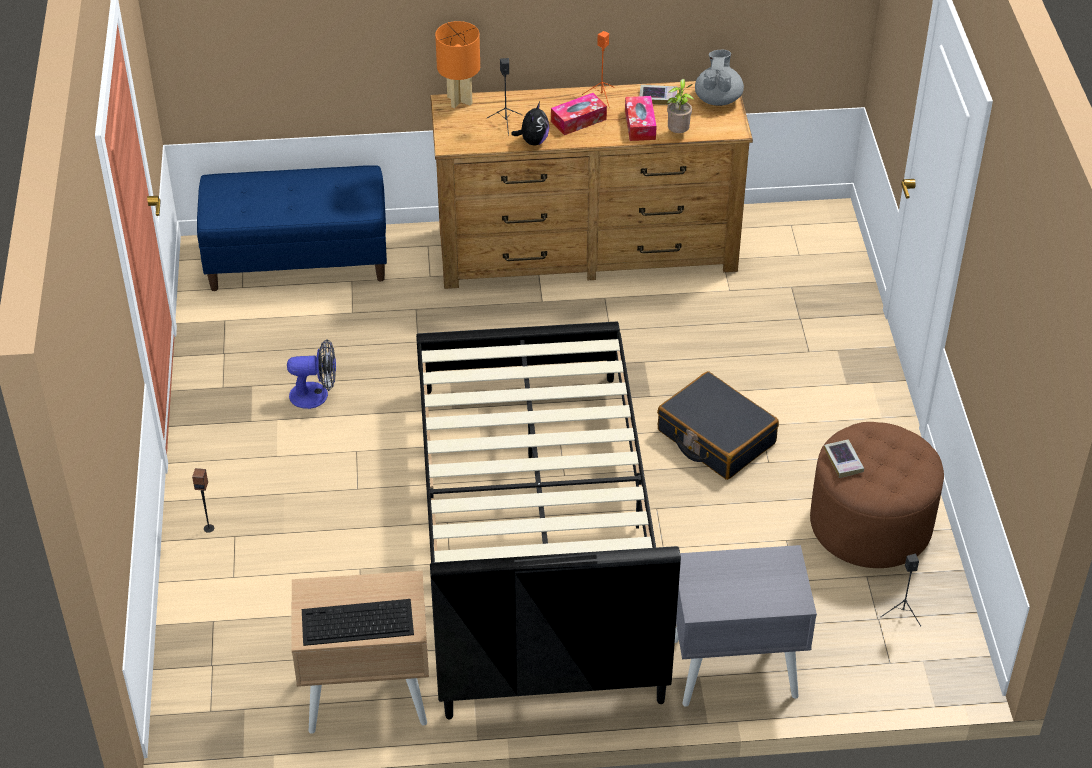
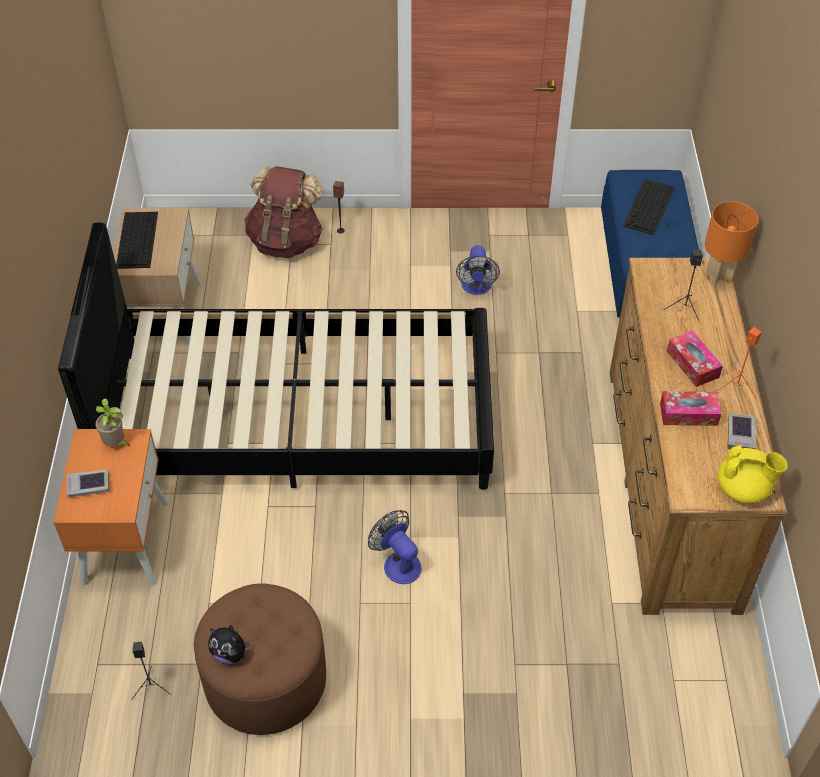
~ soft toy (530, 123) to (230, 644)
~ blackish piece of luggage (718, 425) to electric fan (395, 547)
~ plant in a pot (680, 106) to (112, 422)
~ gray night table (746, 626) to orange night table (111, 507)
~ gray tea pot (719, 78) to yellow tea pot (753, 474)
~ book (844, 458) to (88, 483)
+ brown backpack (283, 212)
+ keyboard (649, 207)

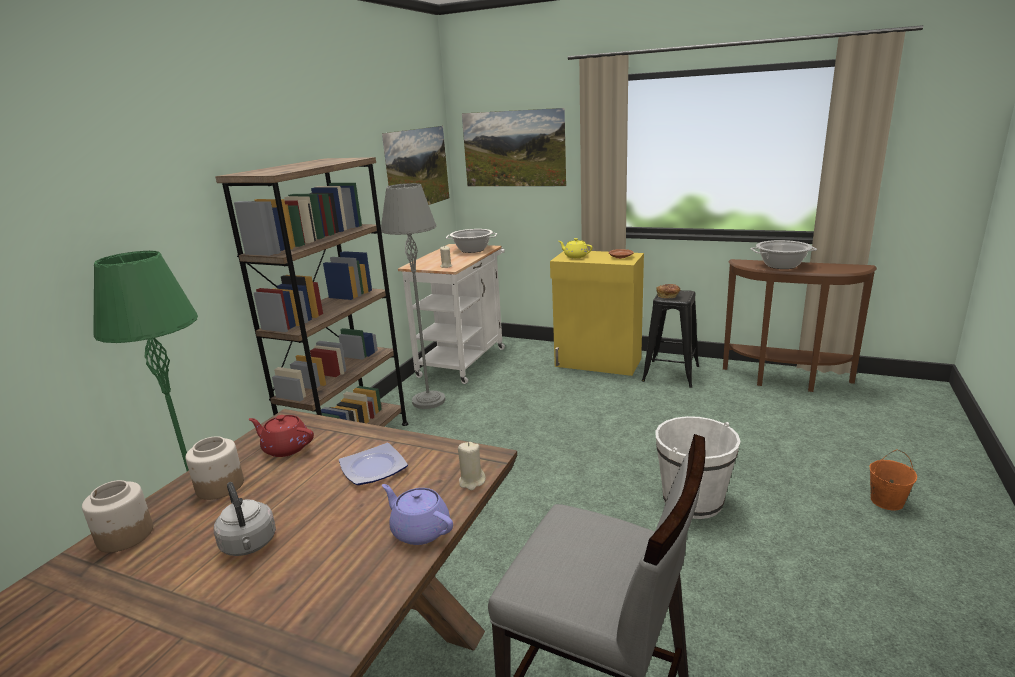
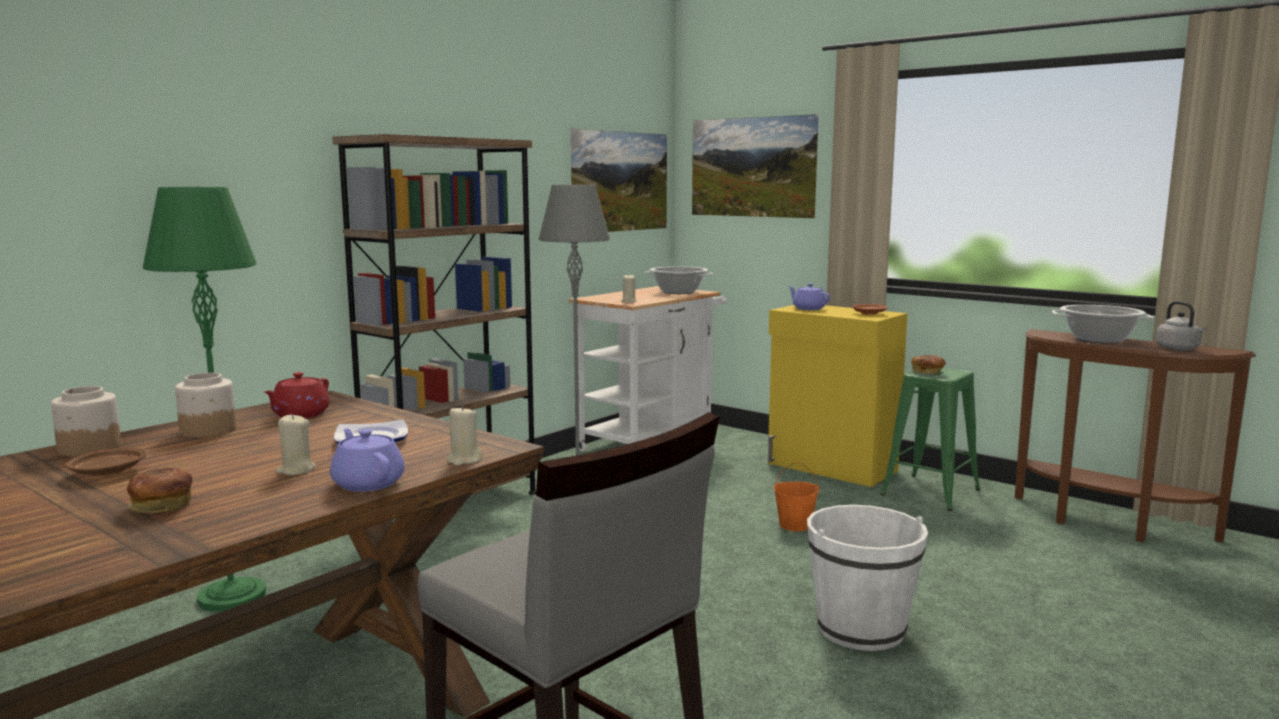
~ gray kettle (245, 519) to (1181, 326)
~ red-coloured tea pot (281, 436) = (297, 395) 105 degrees counterclockwise
~ yellow tea pot (575, 248) to purplish tea pot (809, 296)
~ blackish stool seat (670, 339) to green stool seat (931, 439)
~ orange bucket (893, 479) to (797, 496)
+ brown dinner plate (105, 462)
+ bread (159, 490)
+ beige-coloured candle (296, 444)

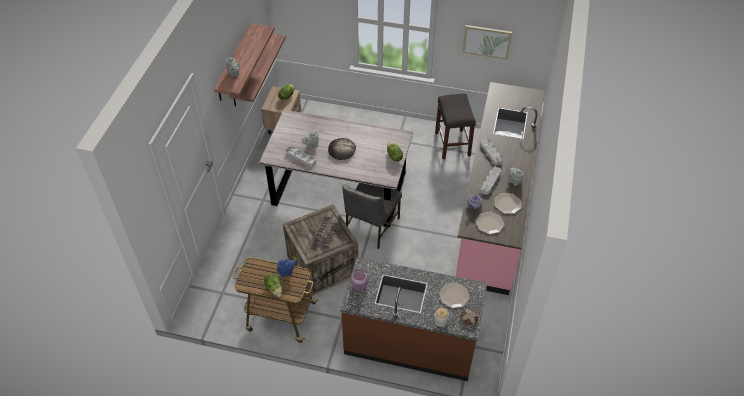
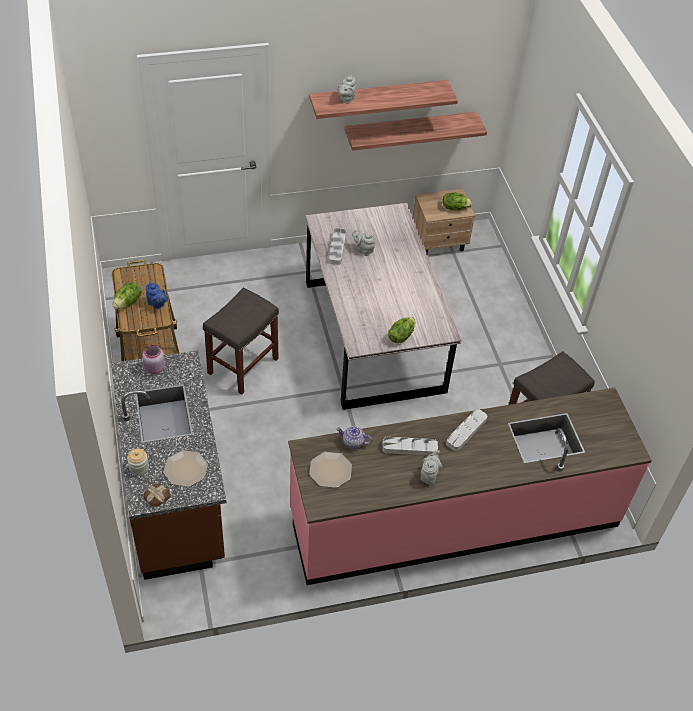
~ crate (320, 250) to gray stool seat (241, 341)
- bread (342, 149)
- gray plain chair (372, 216)
- wall art (487, 42)
- dinner plate (508, 203)

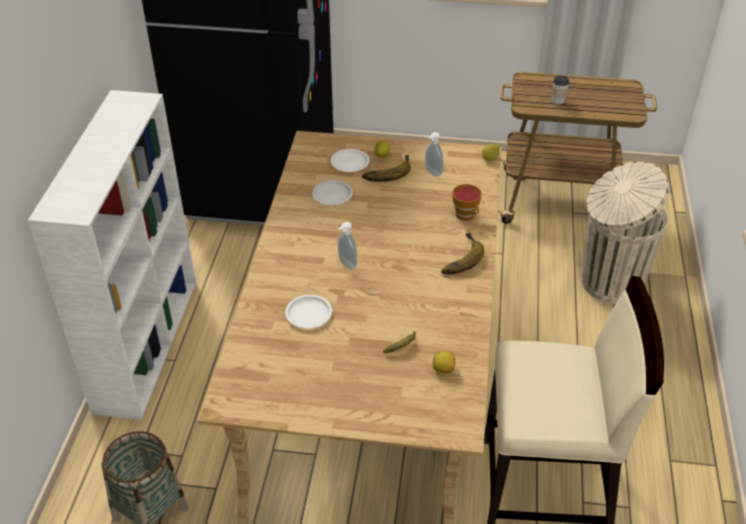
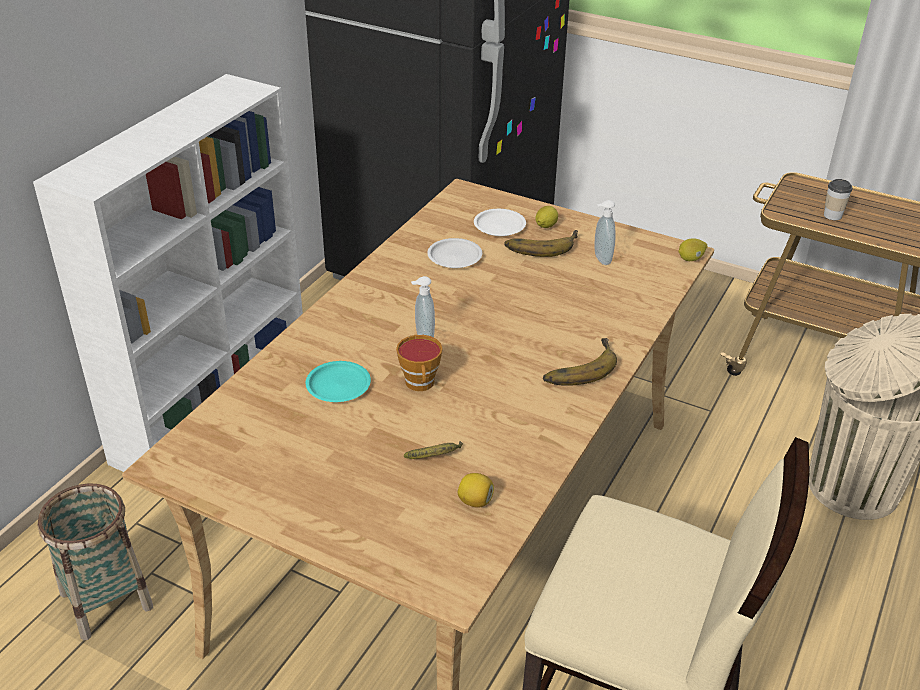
~ whitish dinner plate (308, 311) to turquoise-coloured dinner plate (338, 381)
~ small cup (467, 202) to (419, 363)

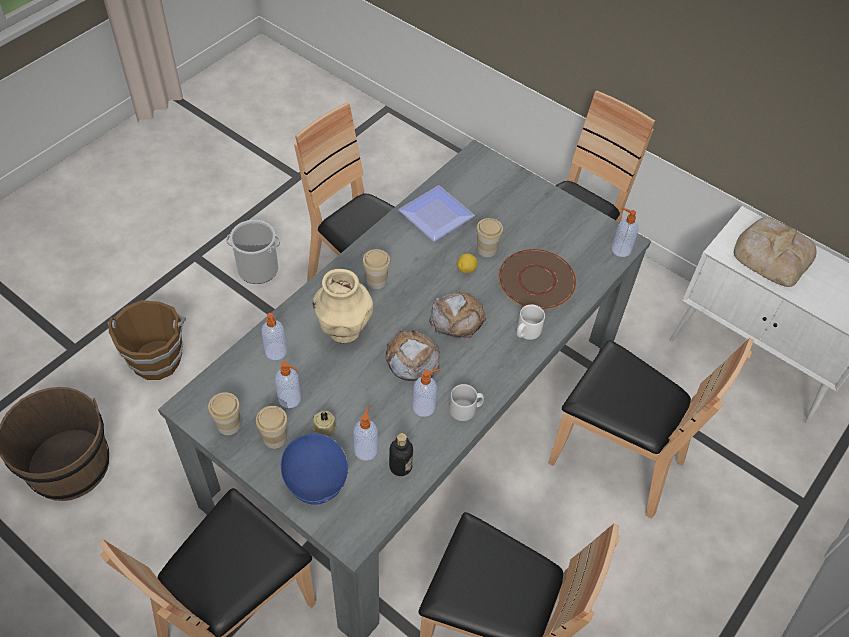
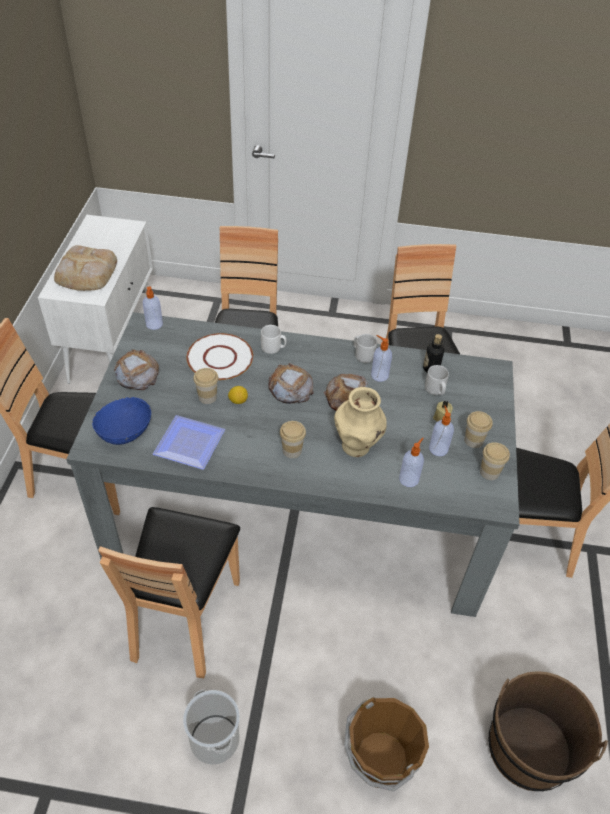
~ blue bowl (315, 469) to (121, 421)
~ soap dispenser (365, 432) to gray coffee mug (437, 380)
~ brown dinner plate (537, 279) to whitish dinner plate (219, 356)
+ bread (136, 369)

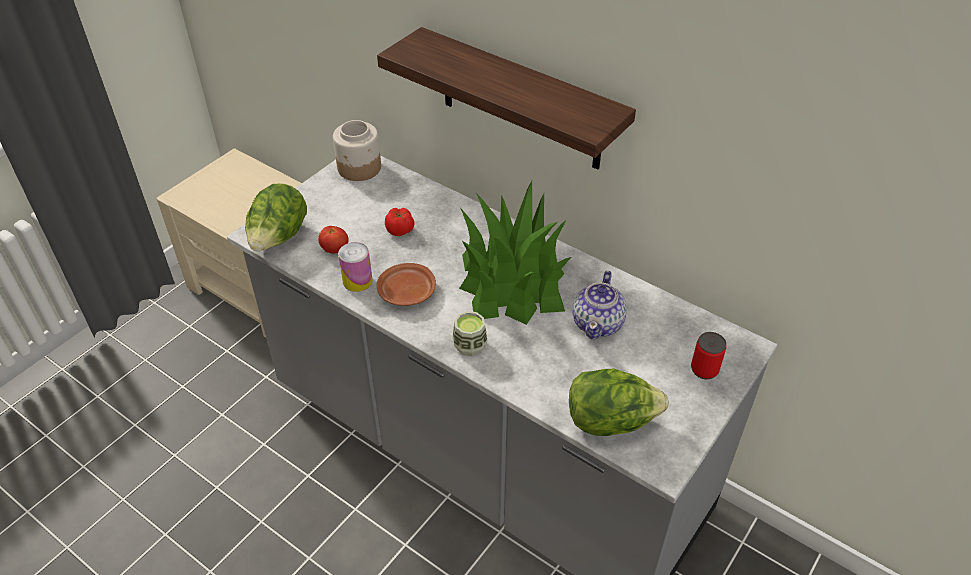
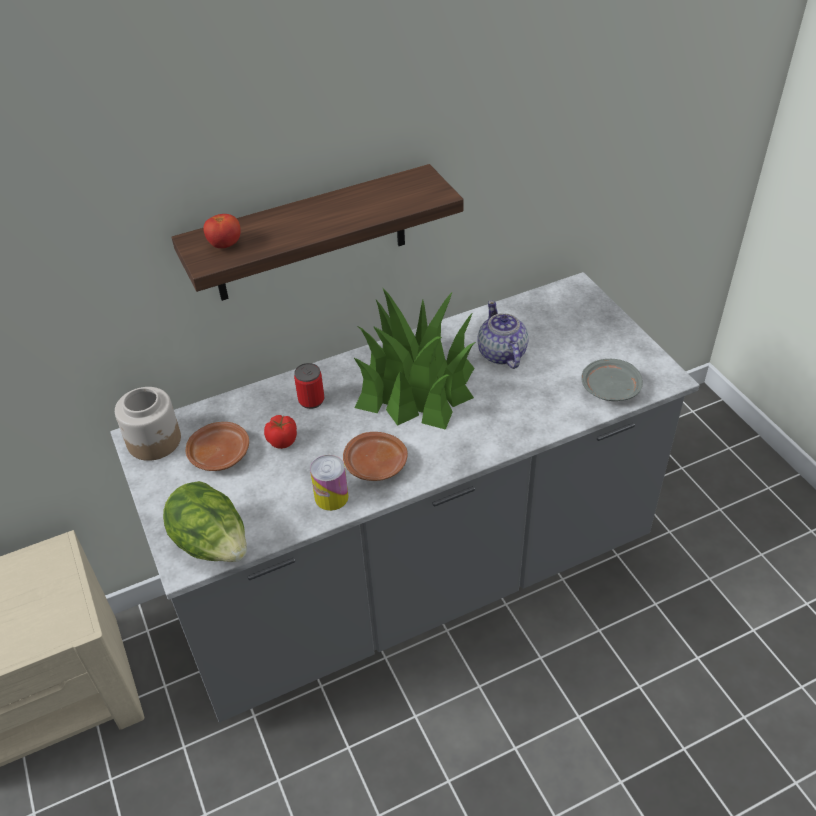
~ fresh tomato (333, 240) to (222, 231)
- small cup (470, 333)
~ lettuce (619, 402) to gray dinner plate (612, 380)
~ tea pot (599, 305) = (503, 334) 150 degrees counterclockwise
~ can (708, 355) to (309, 386)
+ brown dinner plate (217, 446)

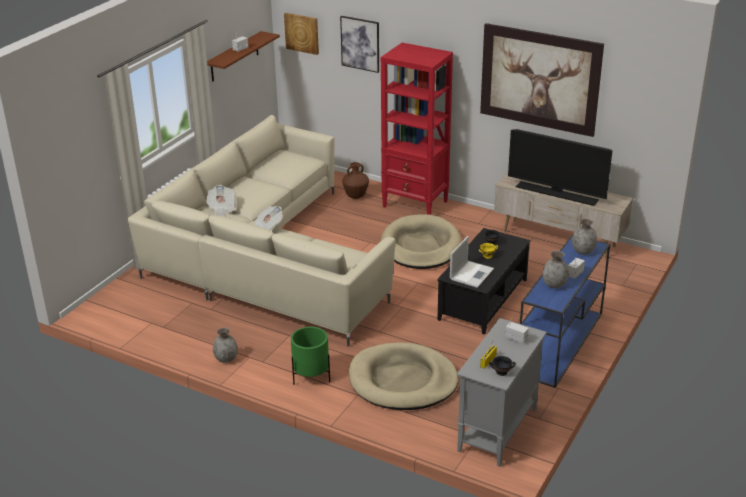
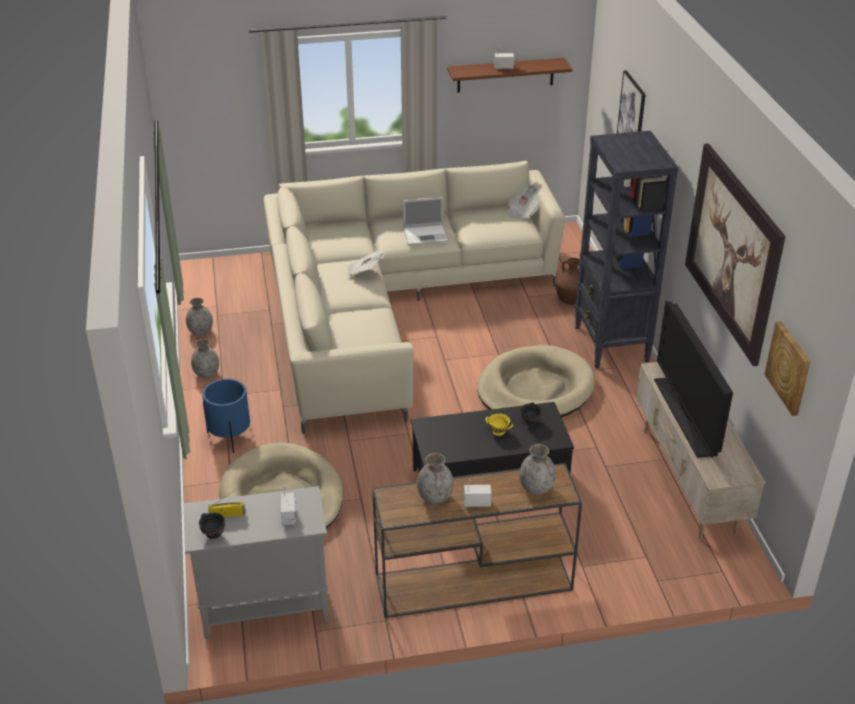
~ newspaper (221, 200) to (523, 202)
~ wall art (301, 34) to (788, 368)
~ green planter (310, 356) to blue planter (226, 416)
~ red-coloured bookshelf (416, 129) to blackish bookshelf (626, 249)
~ portable computer (472, 262) to (426, 221)
~ blue console table (565, 311) to brown console table (477, 540)
+ gray vase (199, 317)

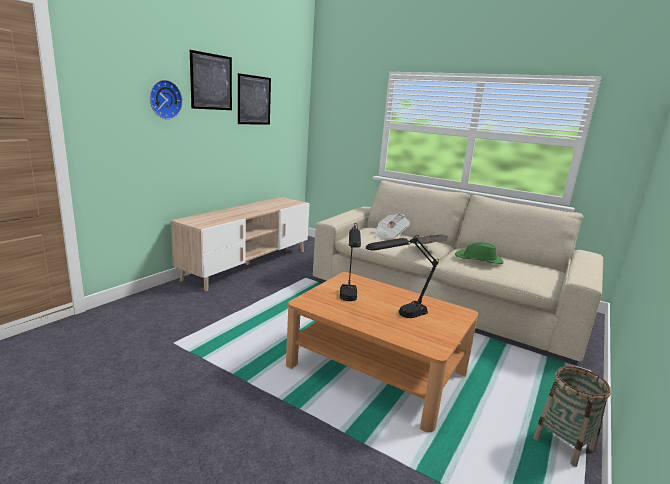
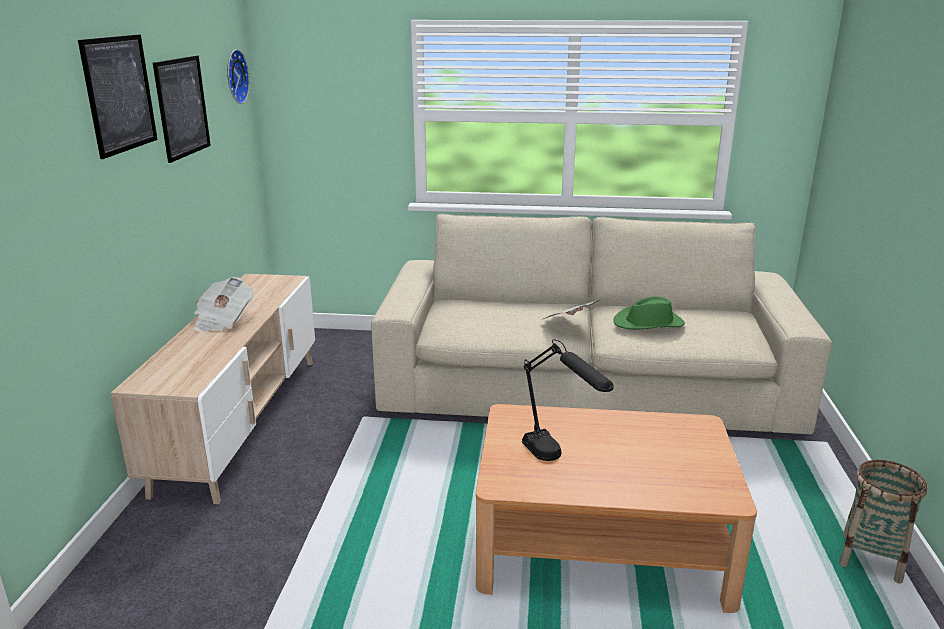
~ clock on the wall (166, 100) to (238, 76)
- blackish lamp for a table (402, 276)
~ newspaper (392, 226) to (224, 304)

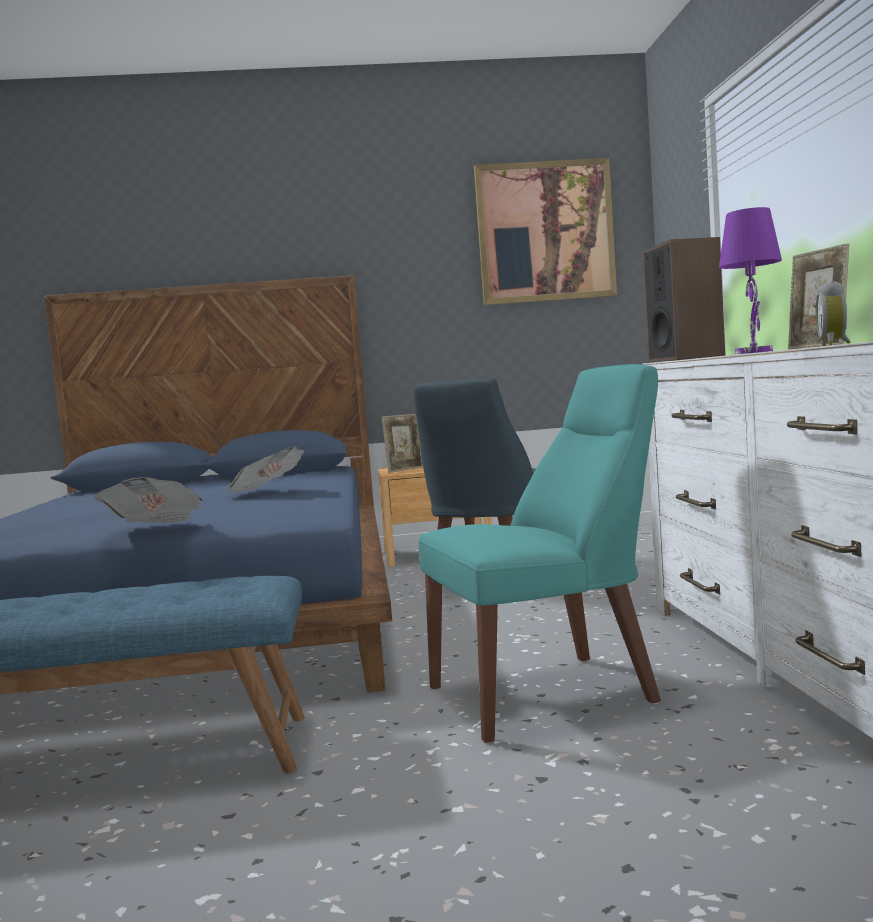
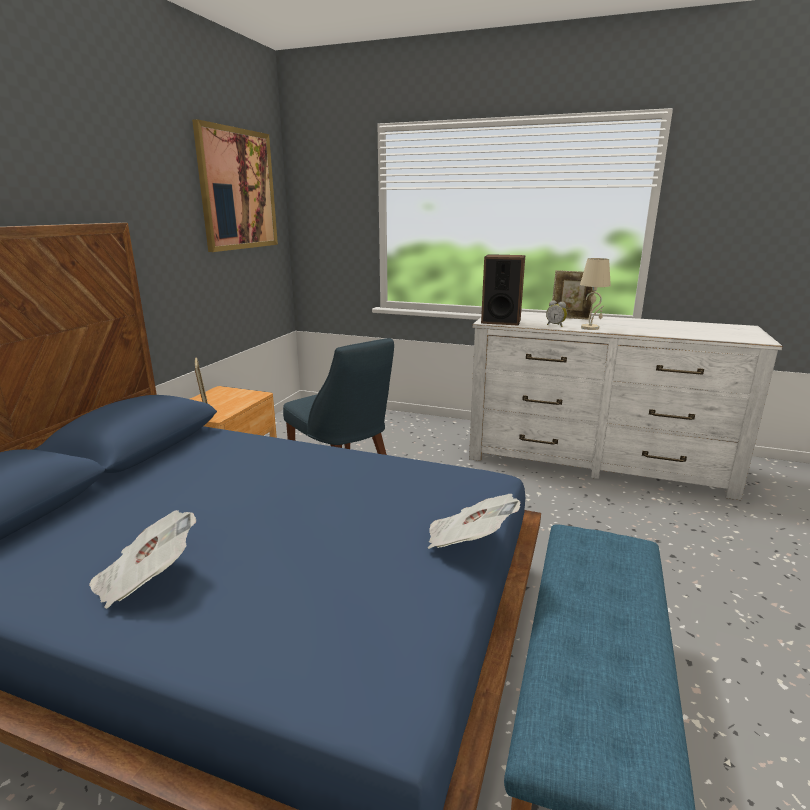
~ newspaper (265, 469) to (142, 559)
- turquoise-coloured plain chair (540, 553)
~ purplish lamp for a table (750, 280) to beige-coloured lamp for a table (595, 294)
~ bedside clock (833, 313) to (556, 313)

